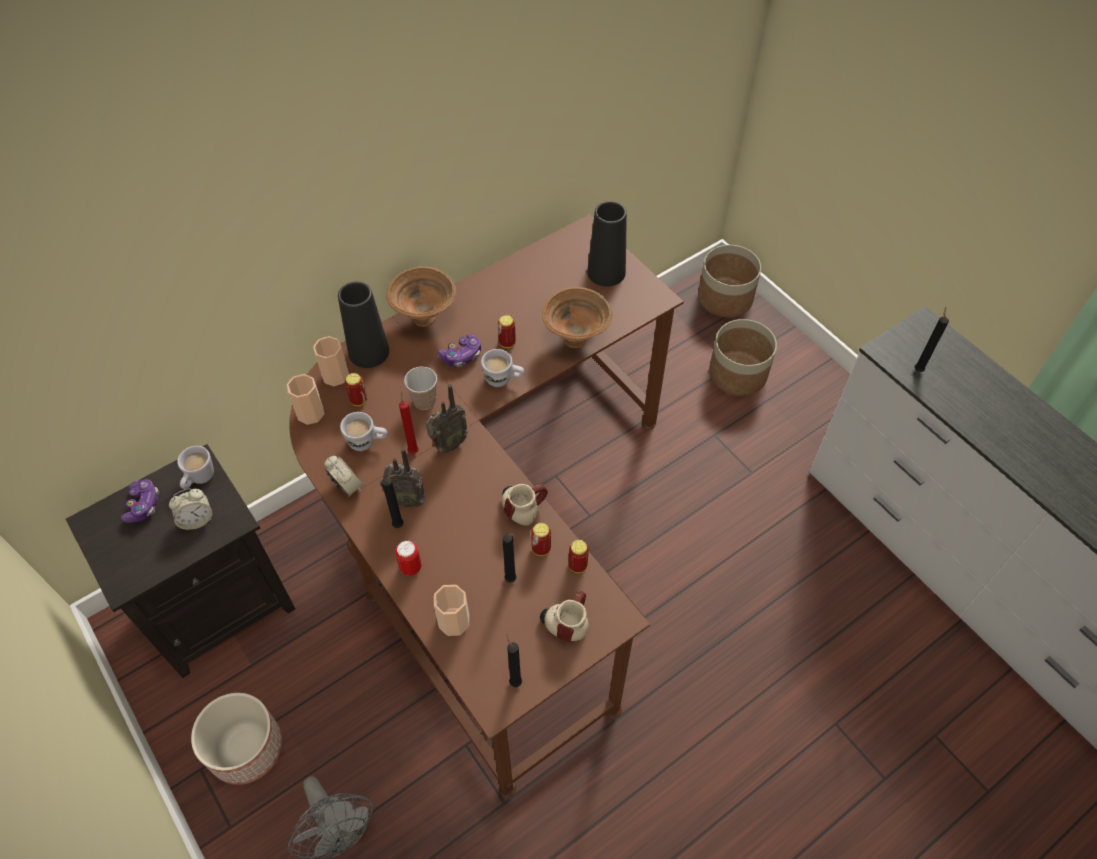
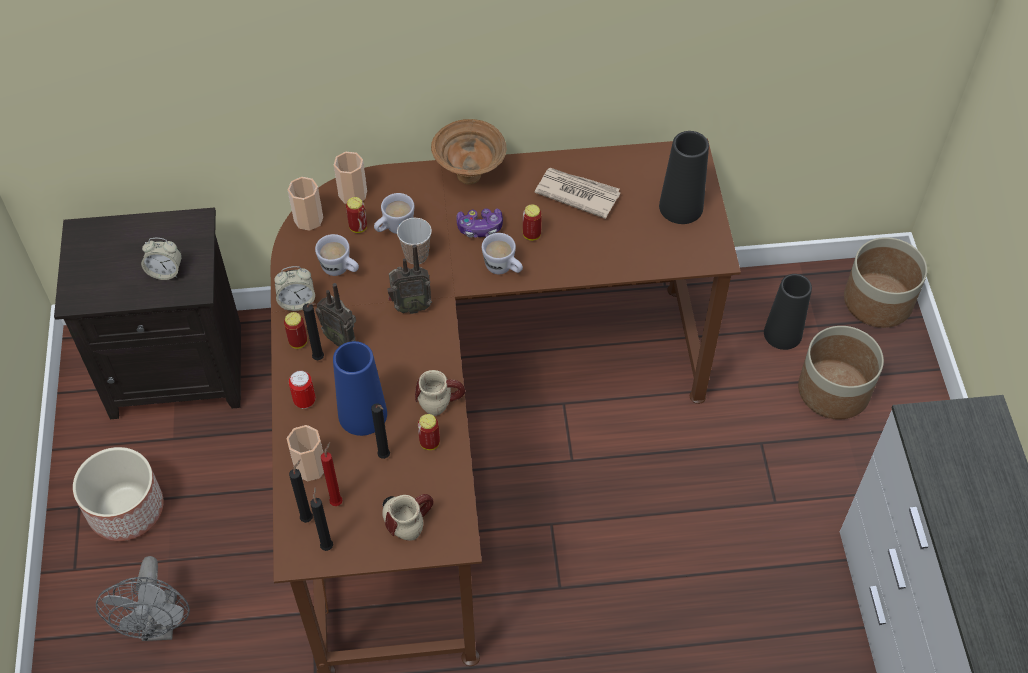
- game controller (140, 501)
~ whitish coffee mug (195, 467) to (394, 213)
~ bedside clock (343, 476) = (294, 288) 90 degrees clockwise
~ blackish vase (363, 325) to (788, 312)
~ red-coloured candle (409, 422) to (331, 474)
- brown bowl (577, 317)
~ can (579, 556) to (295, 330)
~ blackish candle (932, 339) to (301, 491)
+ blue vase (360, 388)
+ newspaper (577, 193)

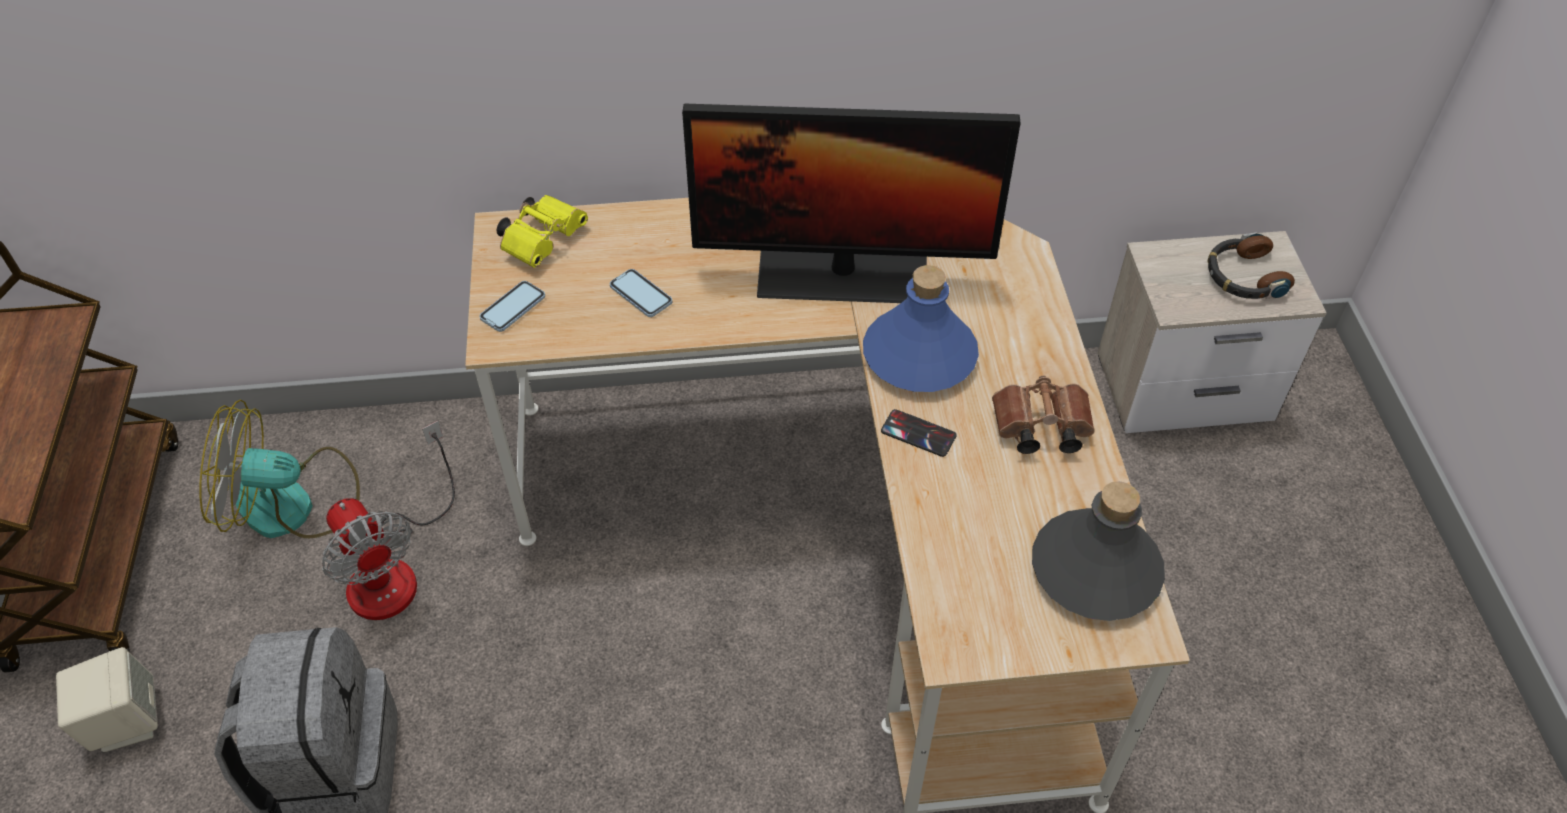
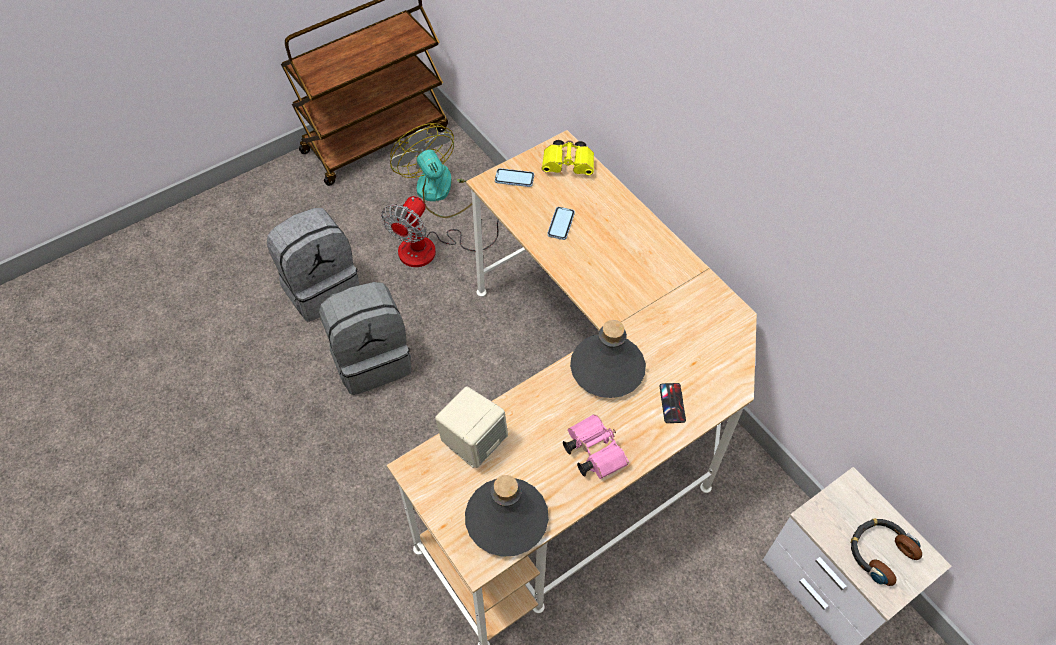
~ beige-coloured audio speaker (107, 699) to (471, 427)
- computer display (851, 203)
~ blue beverage bottle (921, 328) to gray beverage bottle (608, 359)
~ phone (919, 433) to (673, 403)
~ brown binoculars (1043, 414) to pinkish binoculars (596, 446)
+ gray backpack (365, 338)

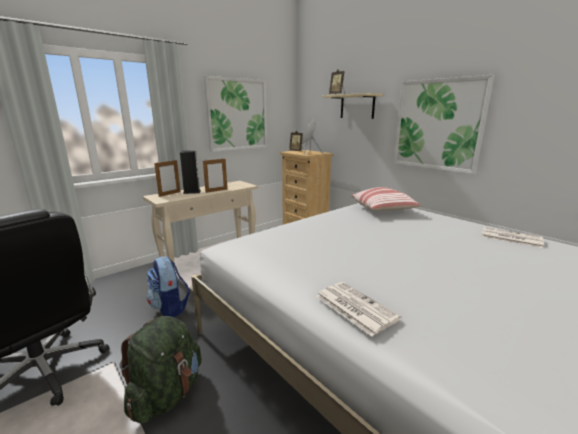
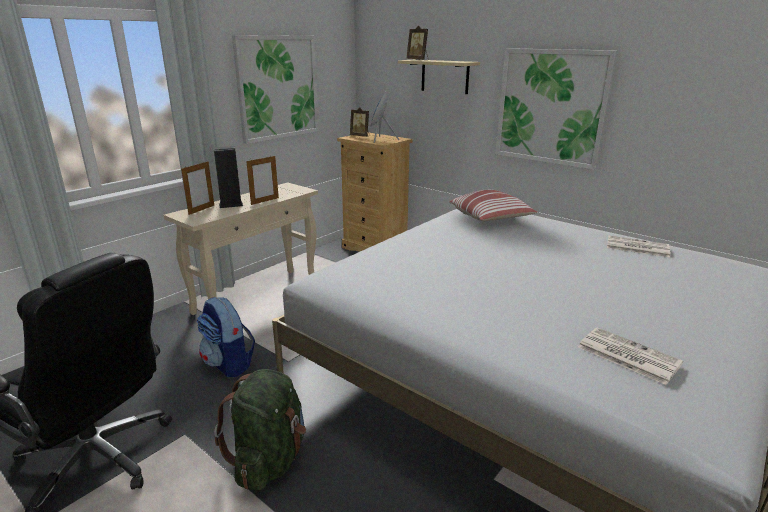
~ newspaper (358, 309) to (630, 356)

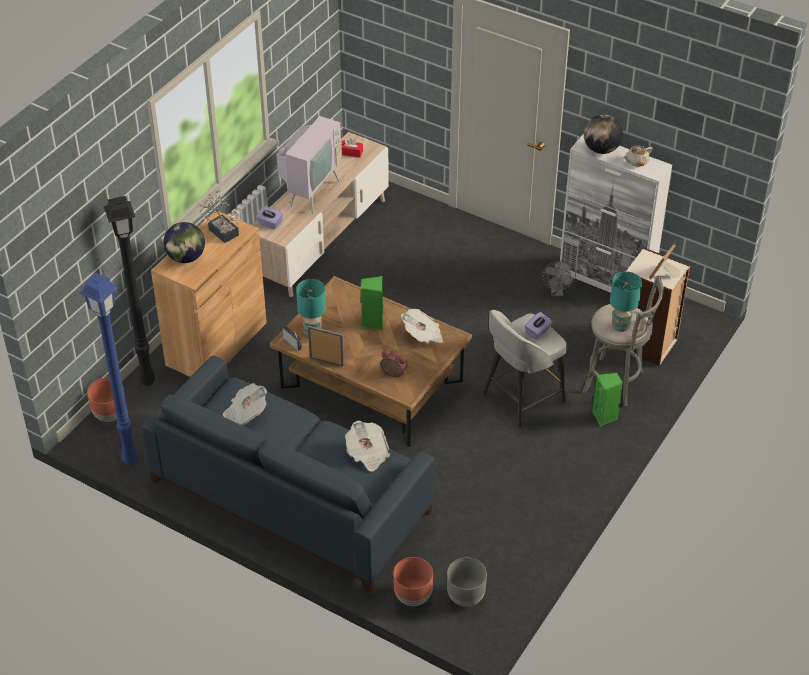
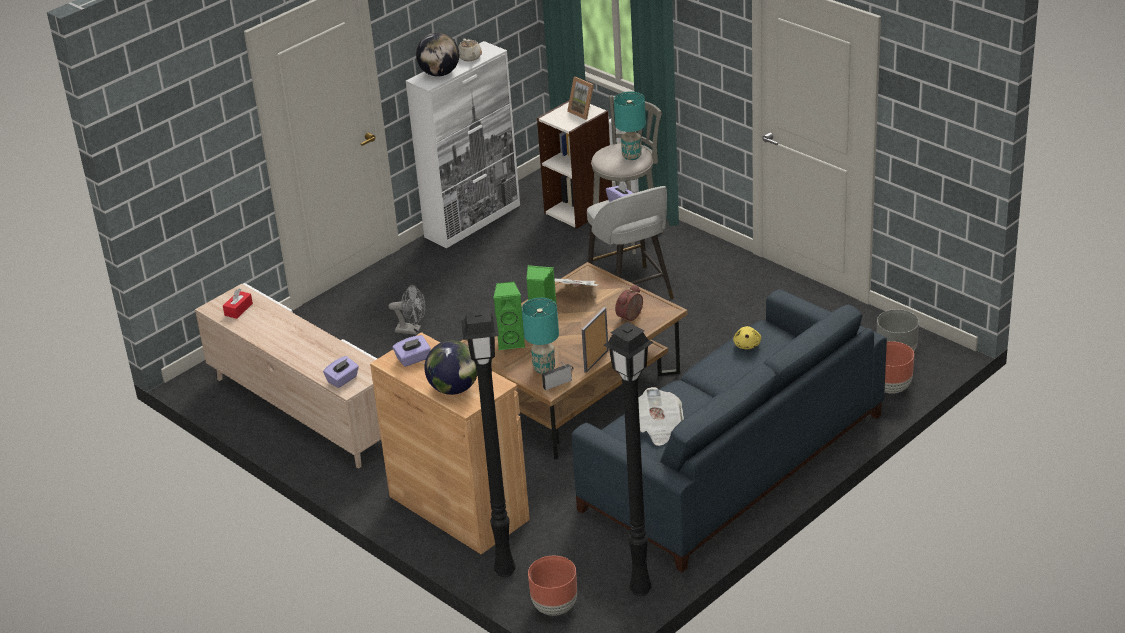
~ blue standard lamp (109, 369) to blackish standard lamp (628, 459)
~ plant in a pot (220, 216) to purplish box of tissues (412, 351)
- TV set (308, 165)
~ newspaper (367, 445) to yellow soft toy (747, 337)
~ gray electric fan (559, 278) to (406, 310)
~ green audio speaker (607, 399) to (509, 315)

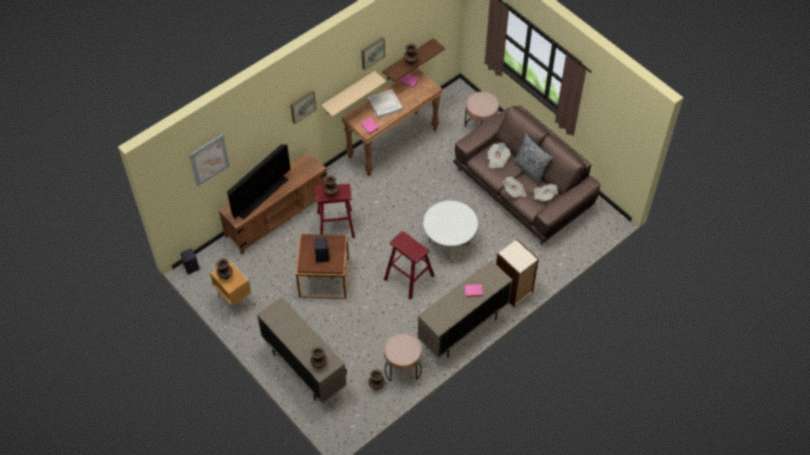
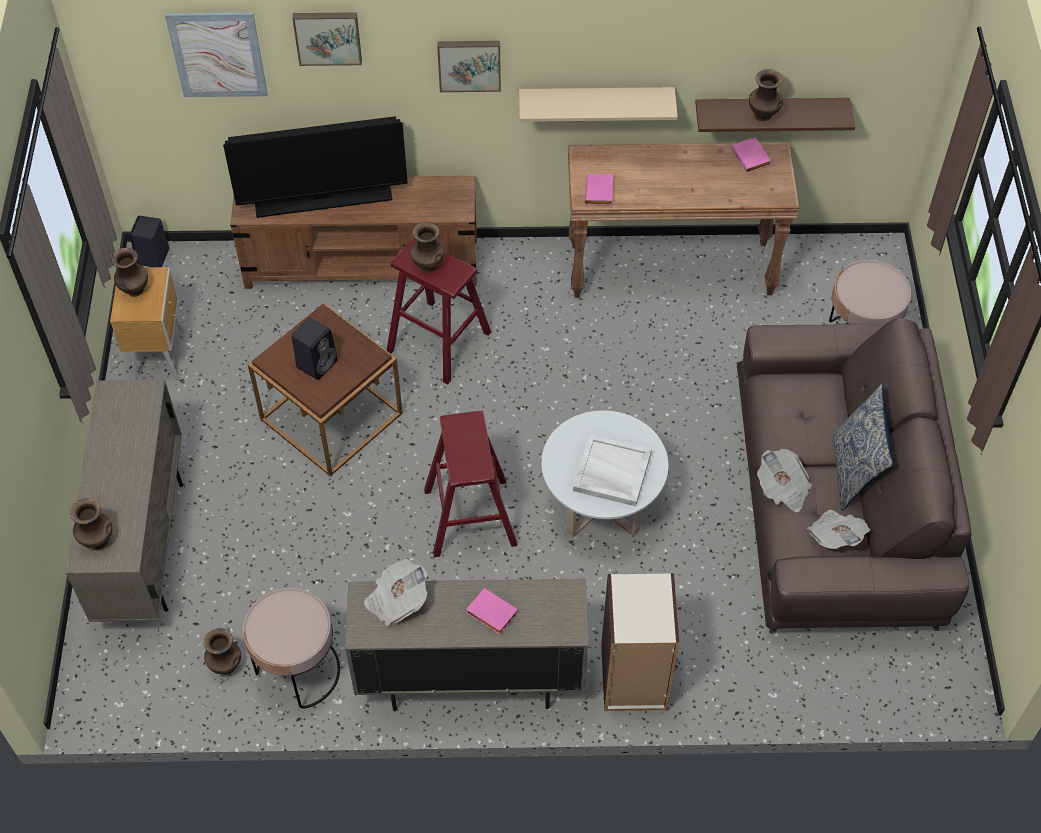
~ wall art (373, 54) to (327, 39)
~ whitish serving tray (385, 103) to (612, 470)
~ newspaper (499, 155) to (396, 592)

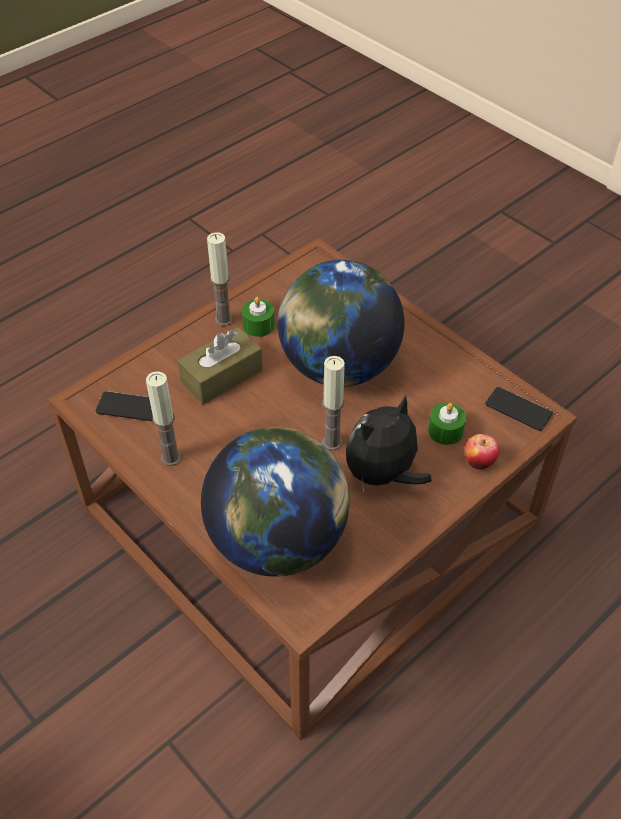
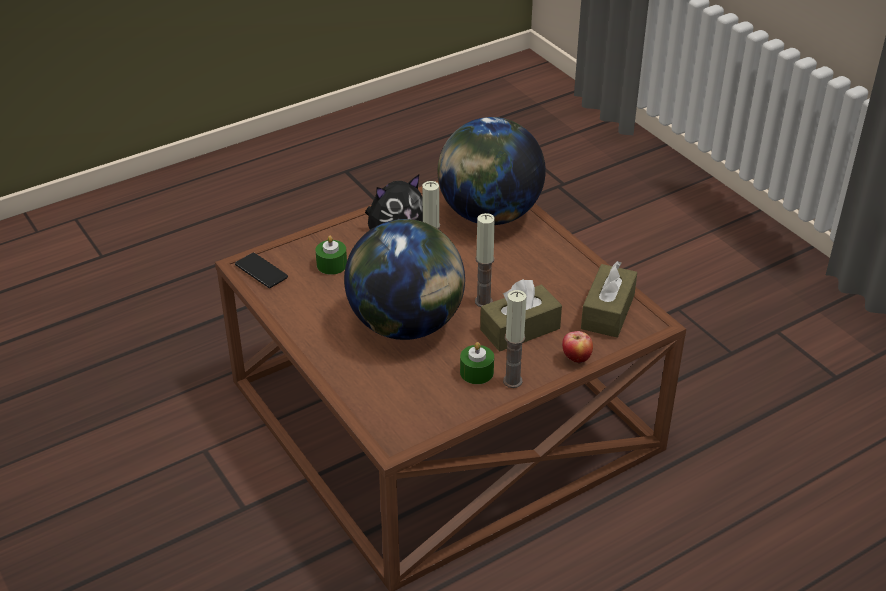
~ phone (124, 406) to brown box of tissues (609, 299)
~ candle (163, 418) to (485, 260)
~ apple fruit (482, 452) to (577, 347)

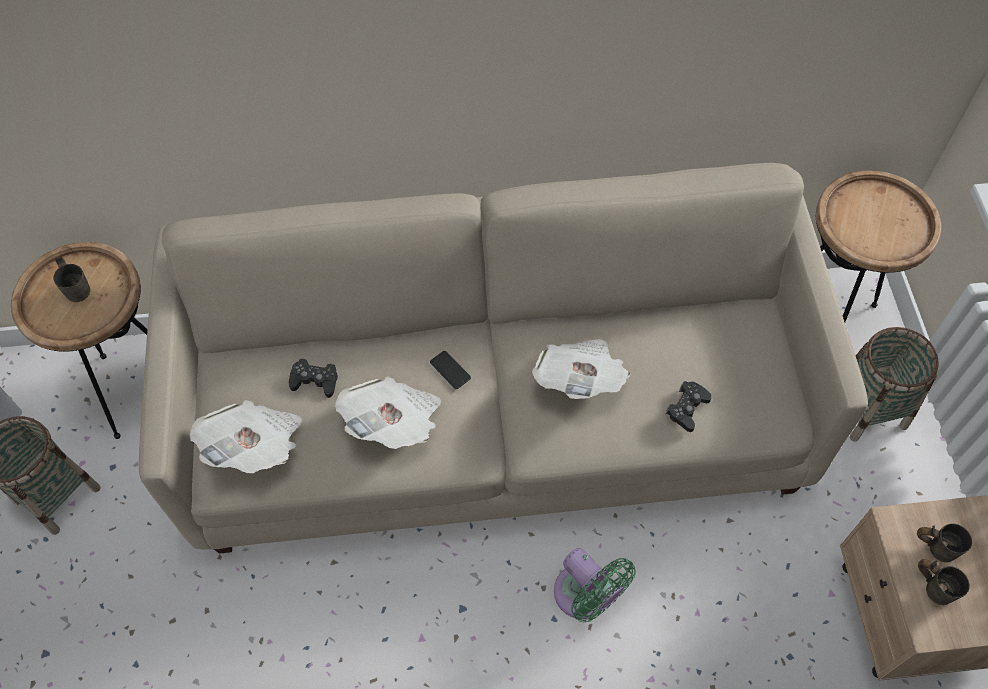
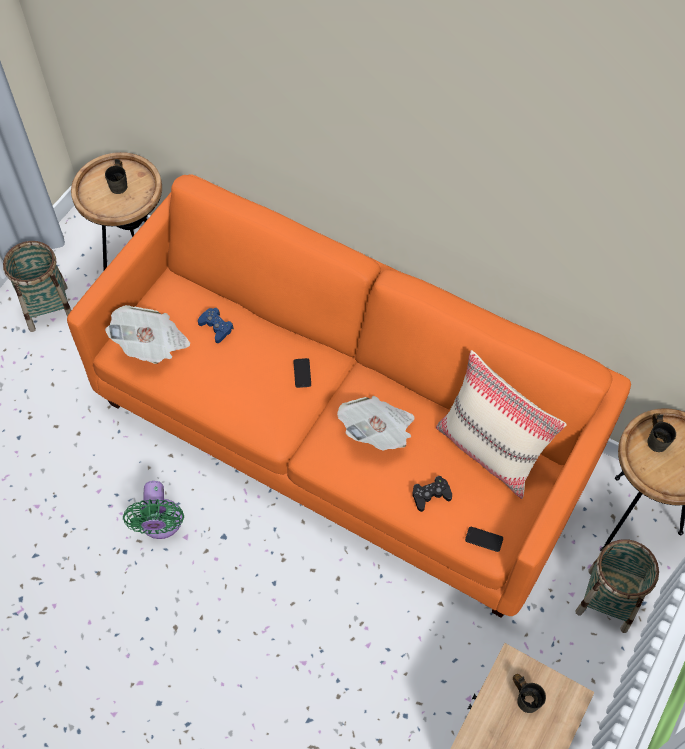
~ beige-coloured sofa (503, 358) to orange sofa (349, 396)
~ blackish game controller (313, 378) to blue game controller (216, 325)
- newspaper (388, 413)
~ green electric fan (595, 585) to (153, 510)
~ gray coffee mug (944, 582) to (661, 432)
+ beige-coloured pillow (501, 424)
+ phone (484, 539)

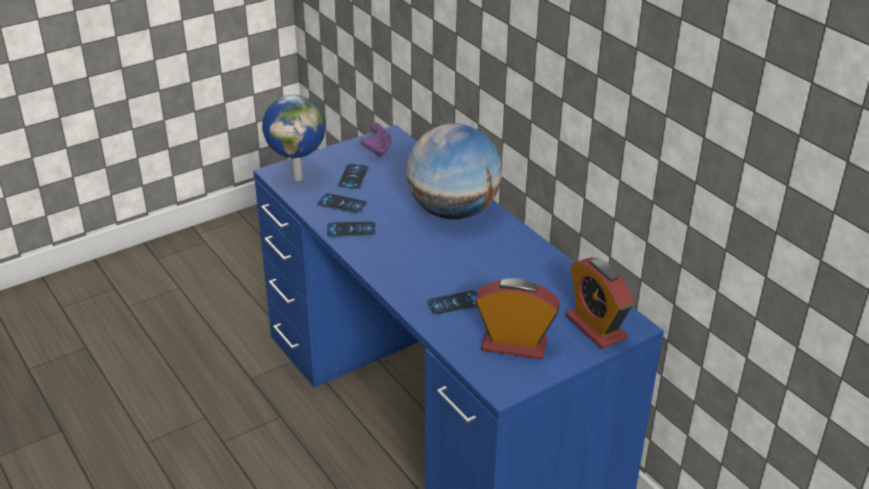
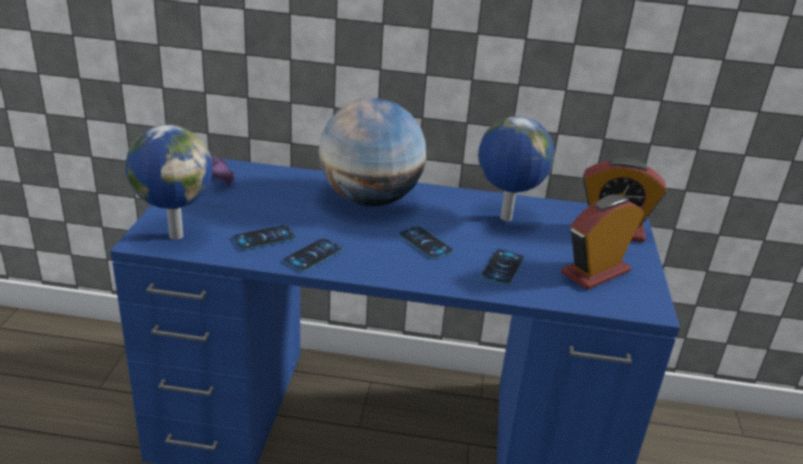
~ phone (353, 177) to (425, 242)
+ world globe (516, 168)

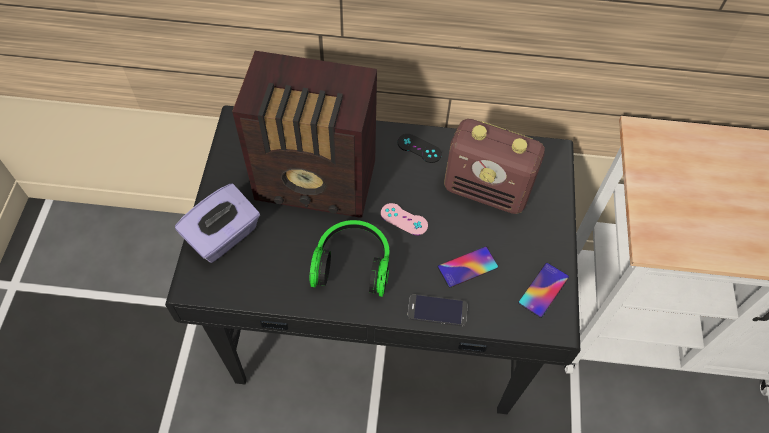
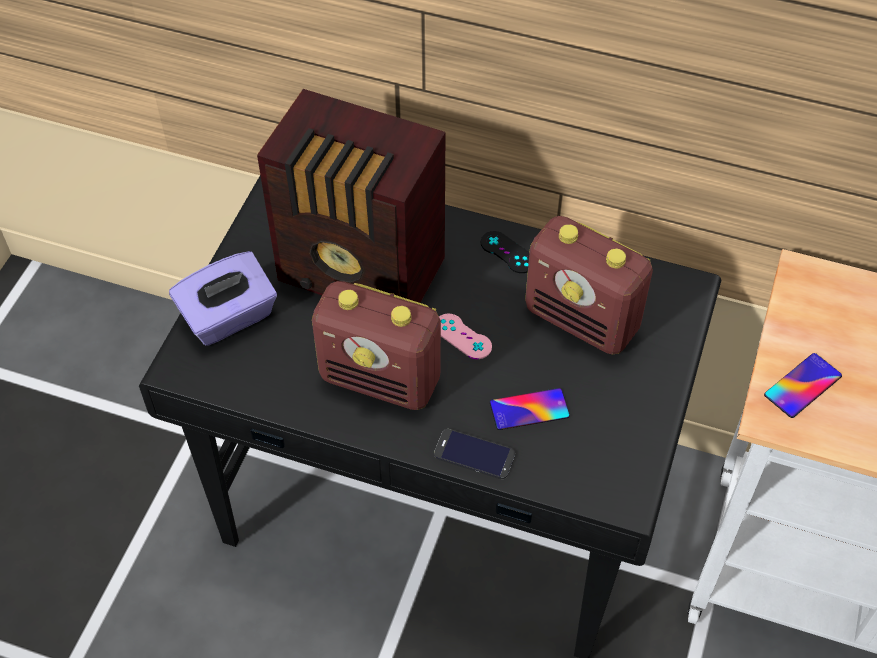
~ headphones (349, 258) to radio receiver (376, 345)
~ phone (543, 290) to (803, 385)

